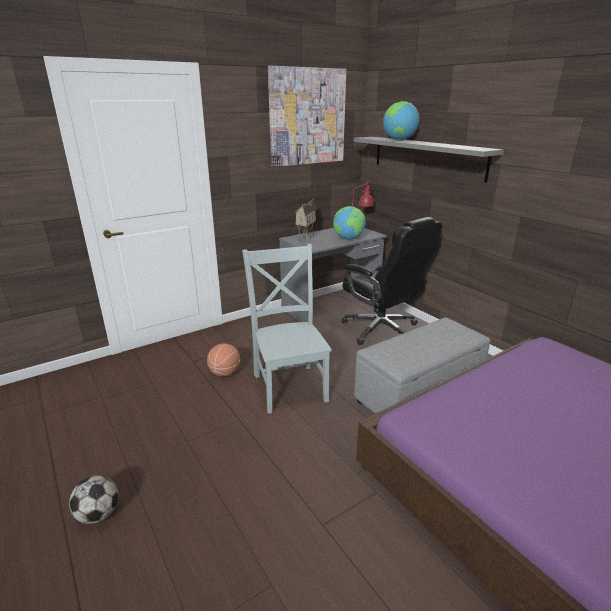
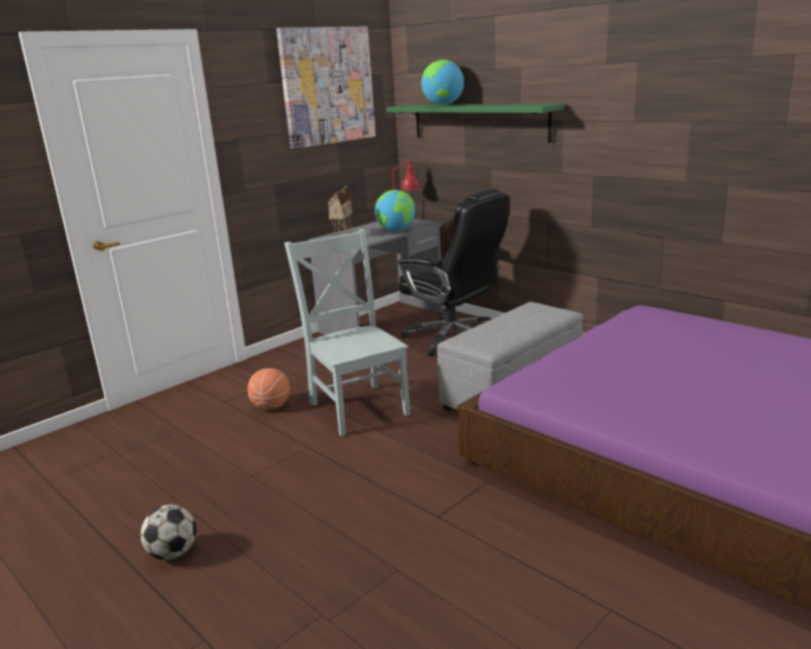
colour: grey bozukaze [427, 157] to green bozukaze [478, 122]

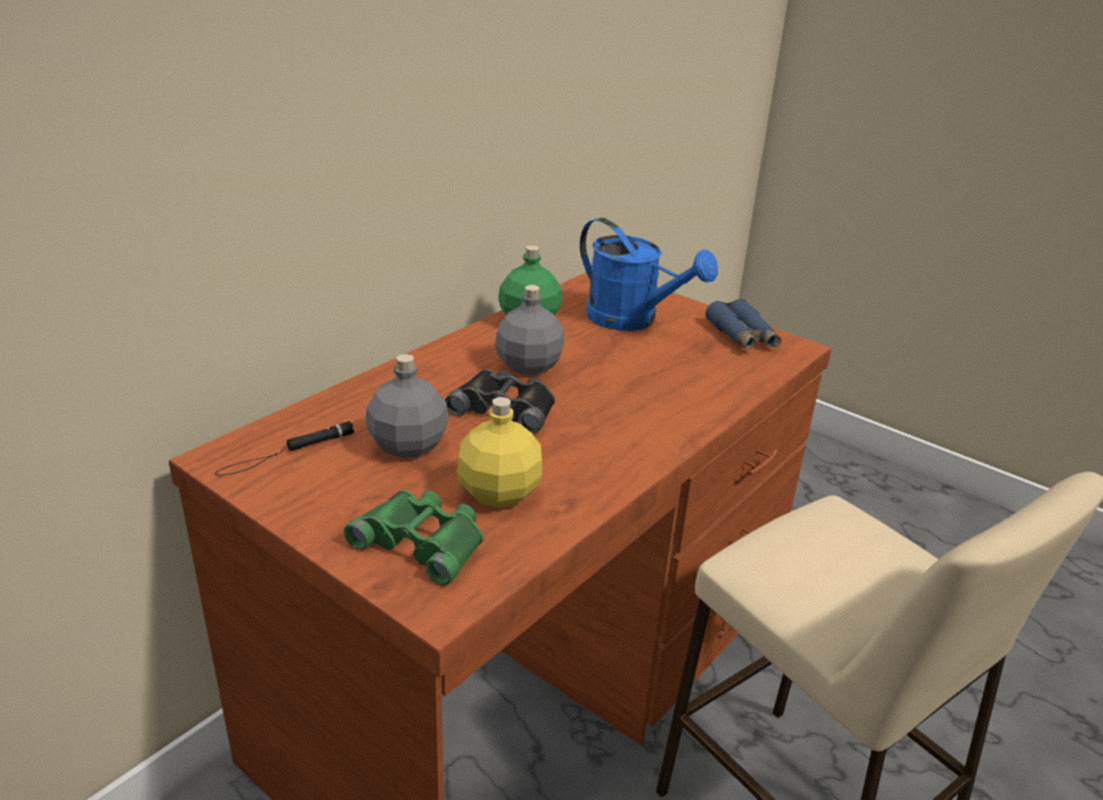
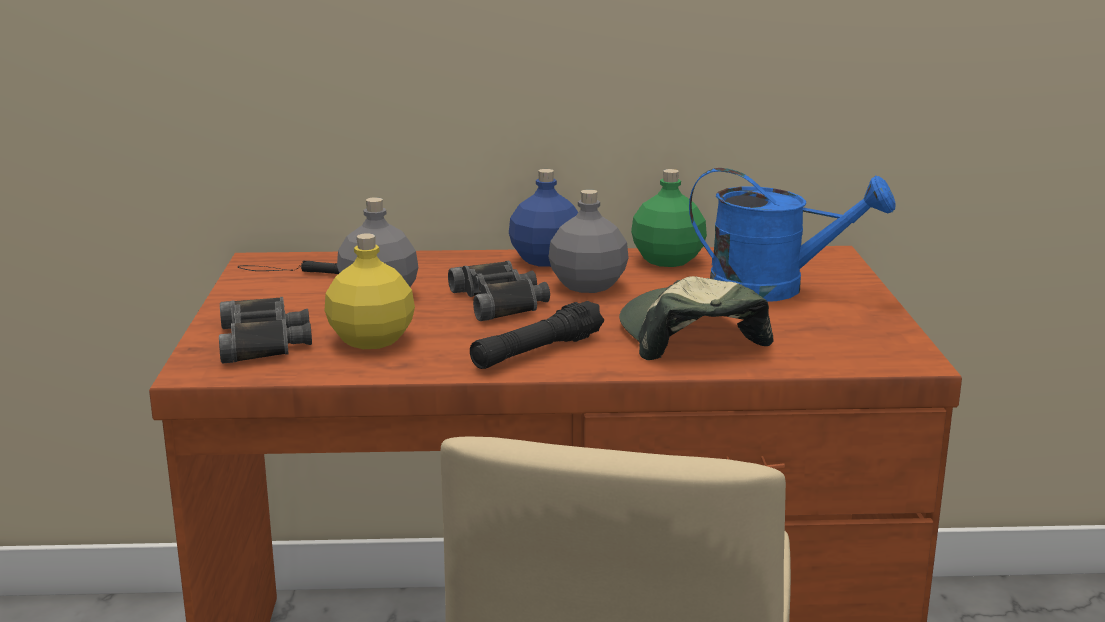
missing: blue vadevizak [742, 336]
appeared: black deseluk [537, 351]; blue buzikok [545, 260]; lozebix [689, 336]
colour: green vadevizak [422, 541] to black vadevizak [264, 341]
spun: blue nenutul [632, 320] = [774, 288] 75 degrees counterclockwise

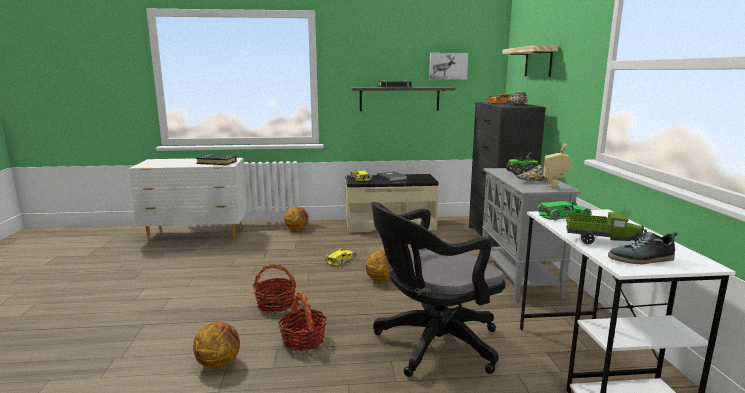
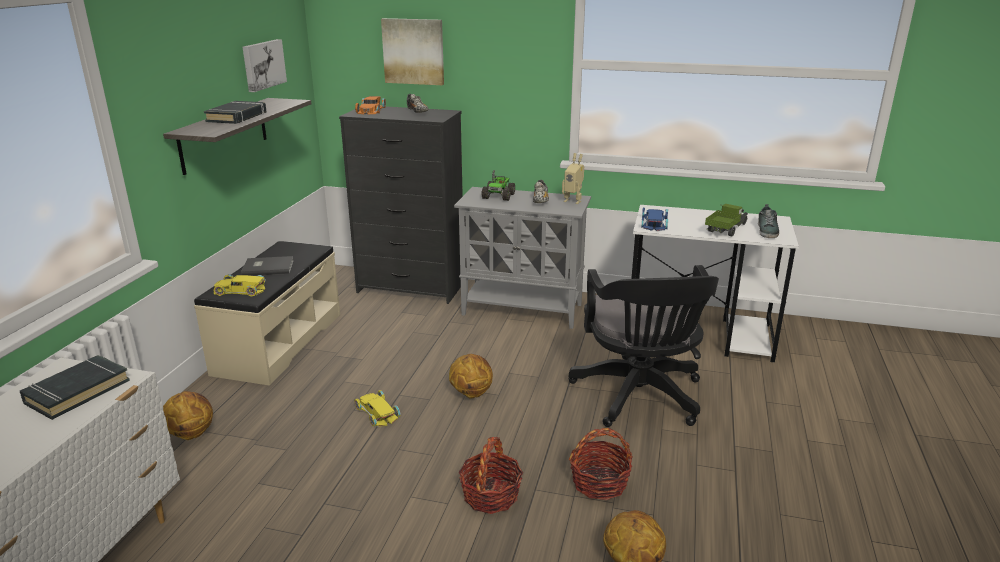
exchanged: bozukaze [538, 62] to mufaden [413, 51]
colour: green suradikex [564, 216] to blue suradikex [654, 223]

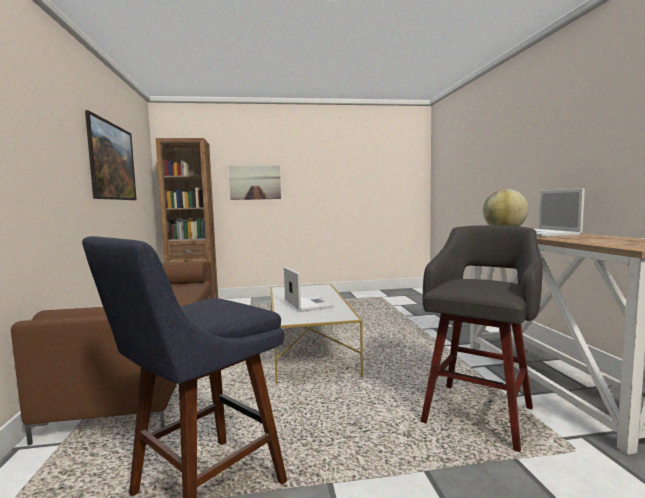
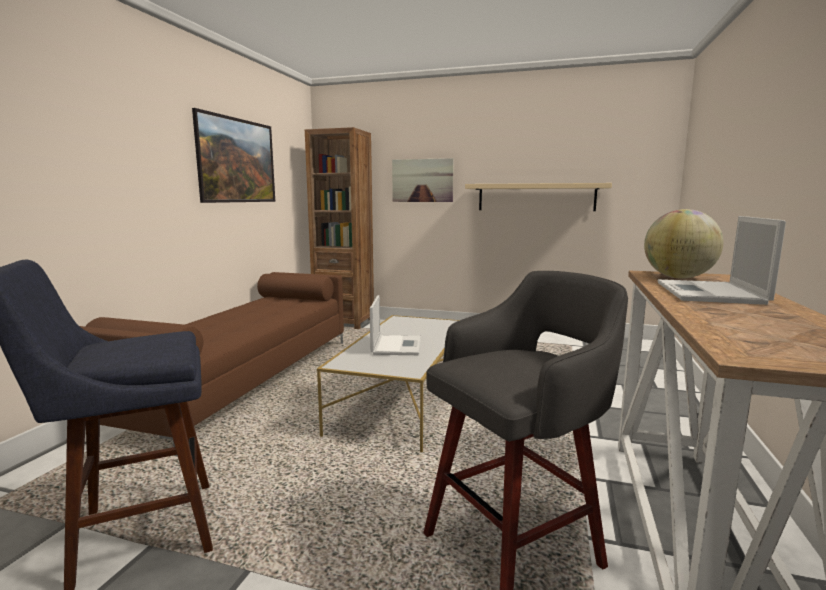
appeared: beige bozukaze [536, 197]

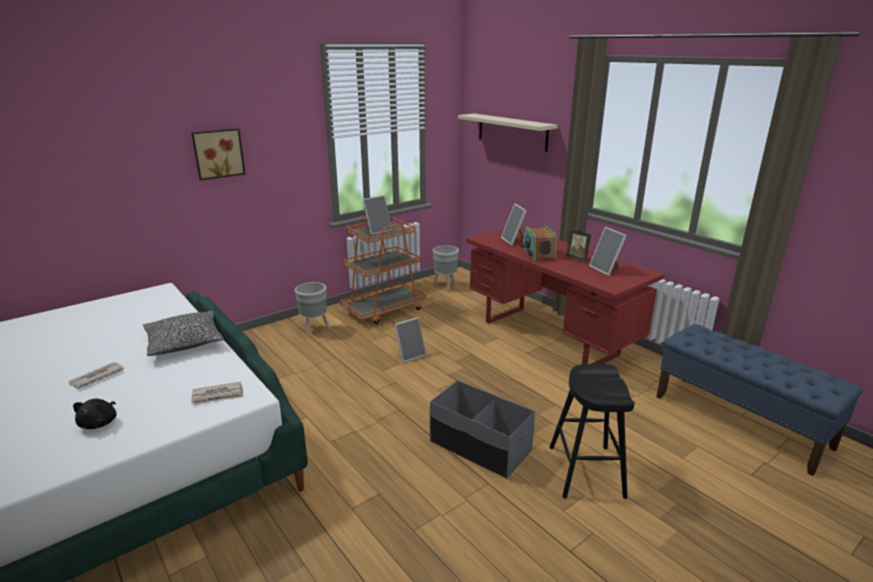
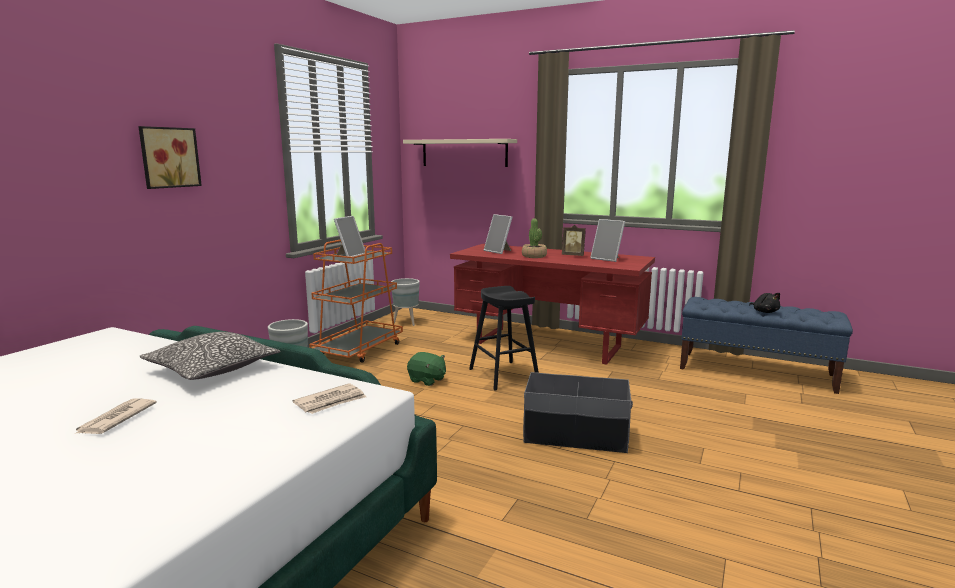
relocated: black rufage [100, 423] to [764, 312]; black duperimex [586, 471] to [503, 375]
exchanged: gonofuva [410, 355] to green rufage [427, 380]; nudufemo [538, 254] to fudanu [534, 256]

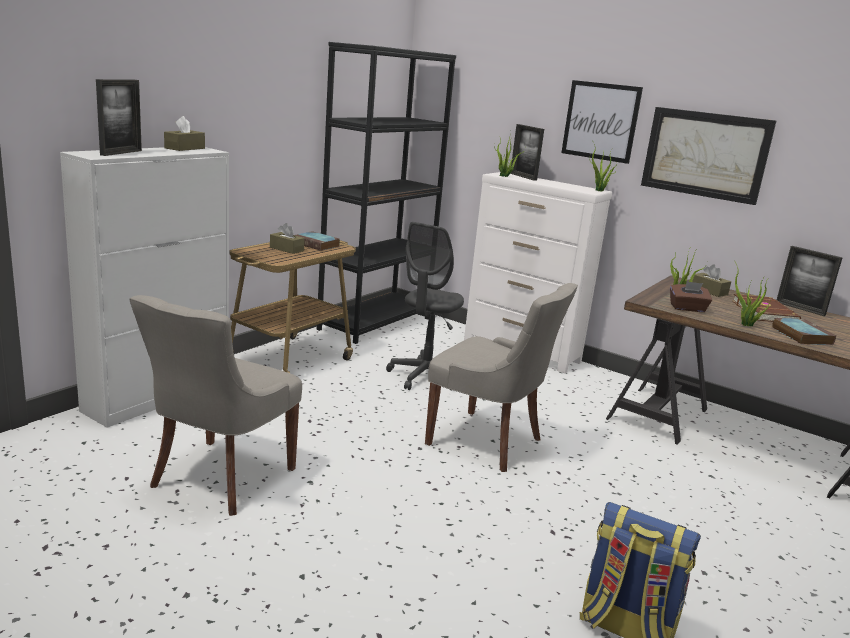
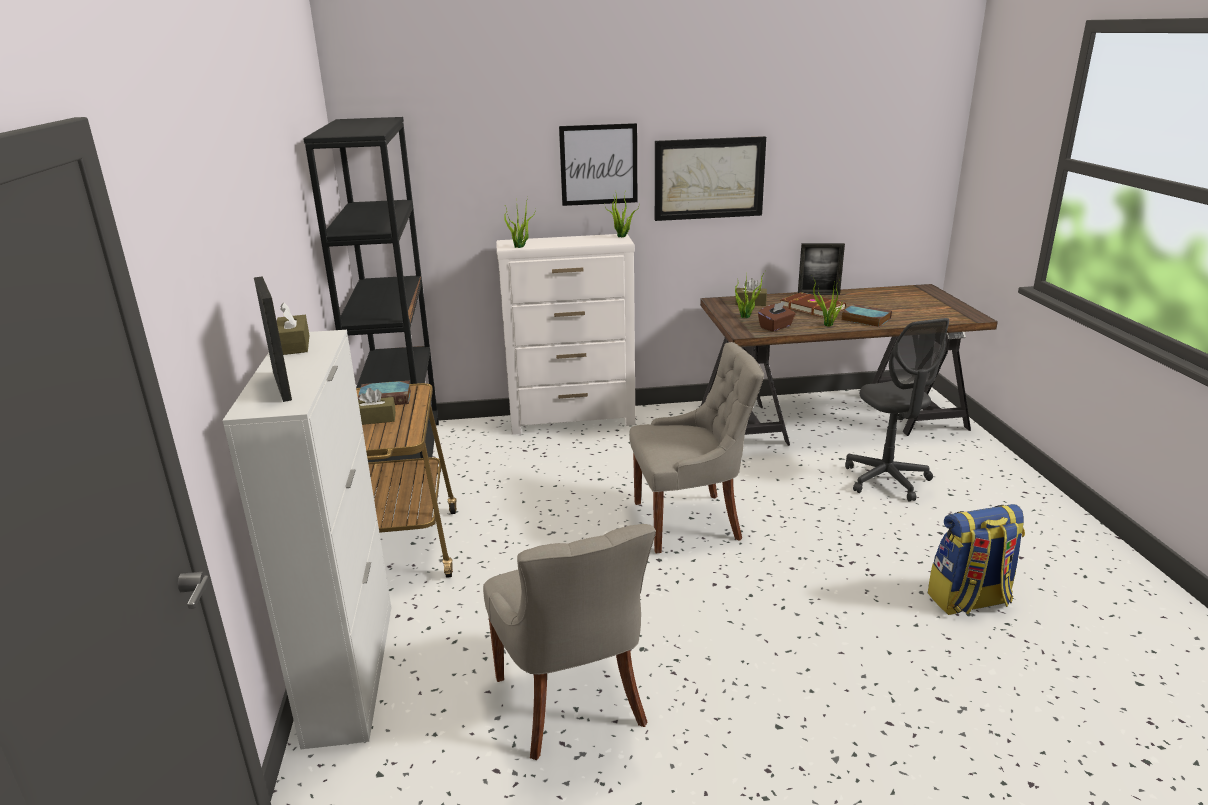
missing: gonofuva [523, 177]
relocated: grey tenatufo [425, 377] to [886, 480]

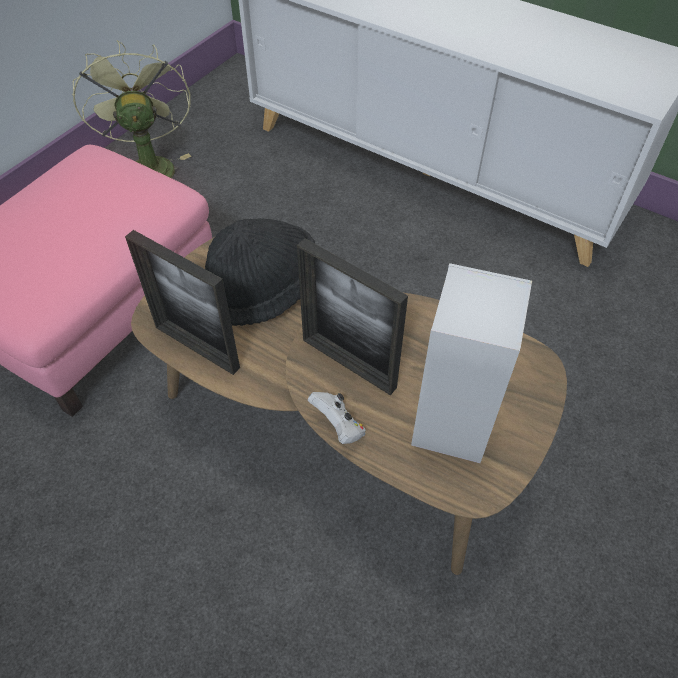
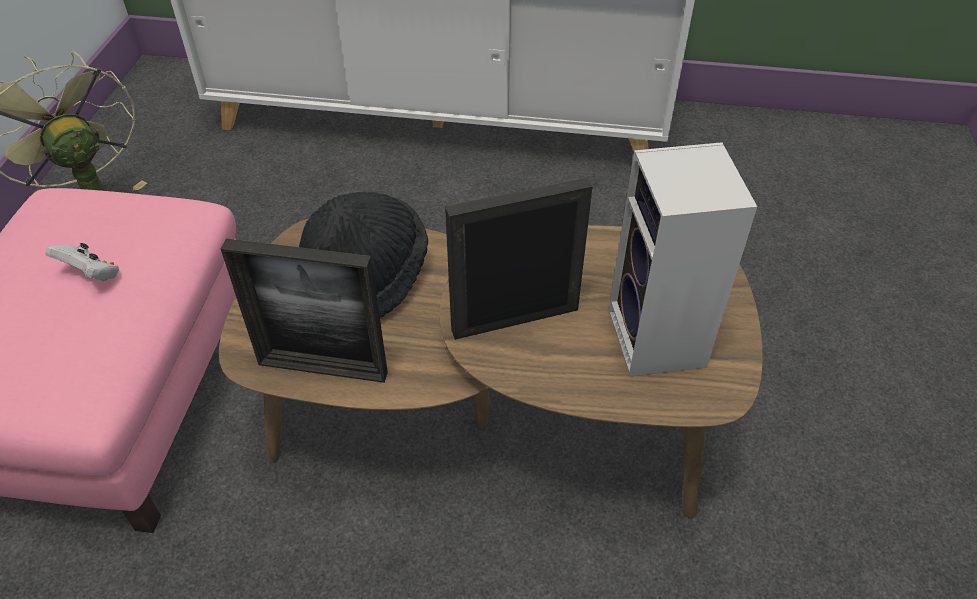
relocated: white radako [338, 426] to [92, 275]
spun: gonofuva [348, 363] = [515, 320] 150 degrees clockwise

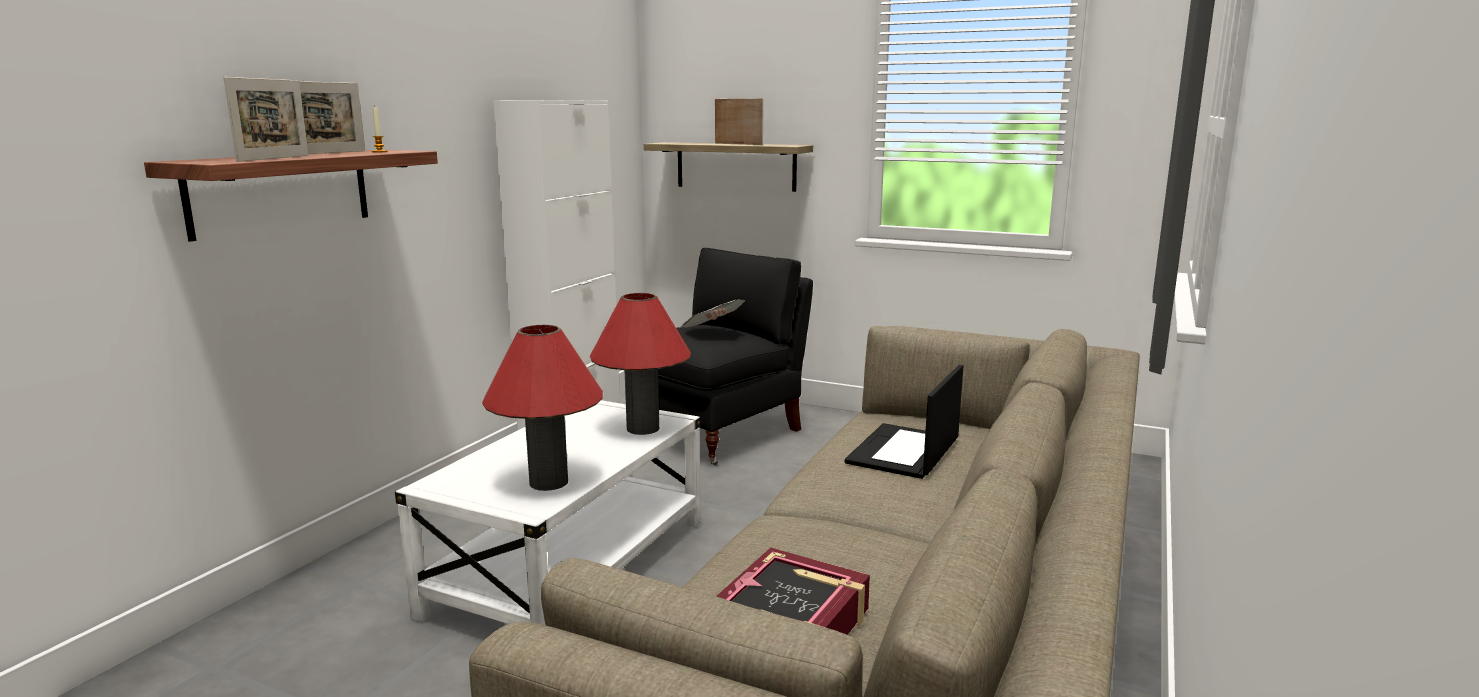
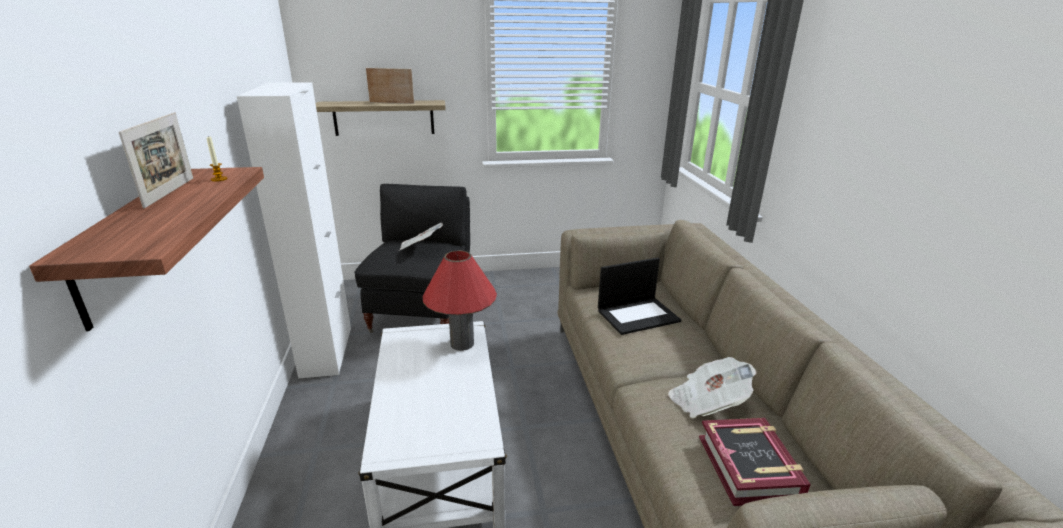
missing: gonofuva [274, 158]; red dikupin [549, 482]
appeared: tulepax [707, 402]
spun: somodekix [904, 452] = [638, 315] 105 degrees counterclockwise

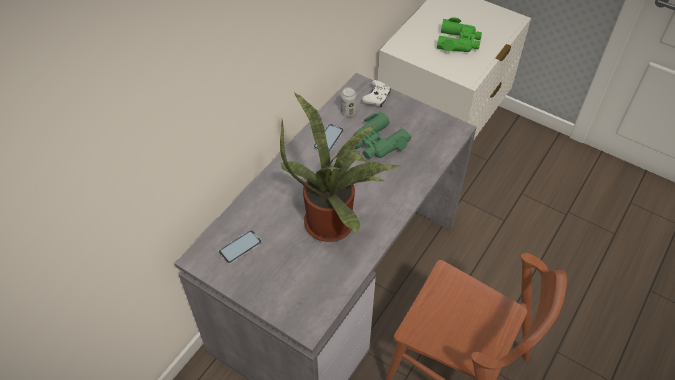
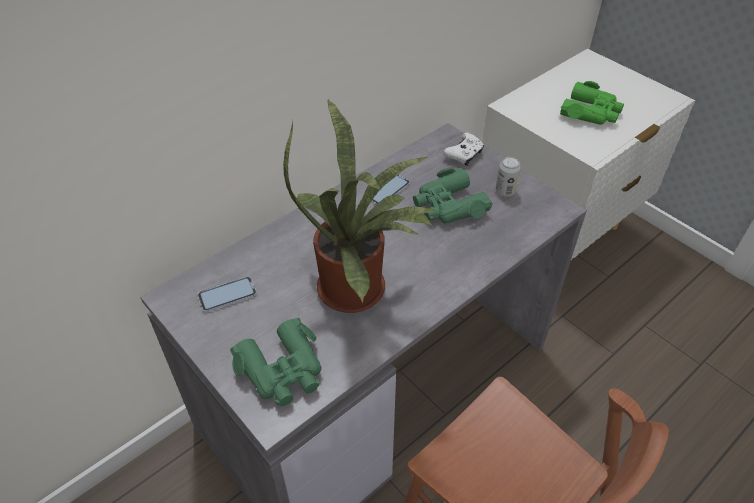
appeared: green vadevizak [283, 370]
relocated: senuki [348, 112] to [505, 191]

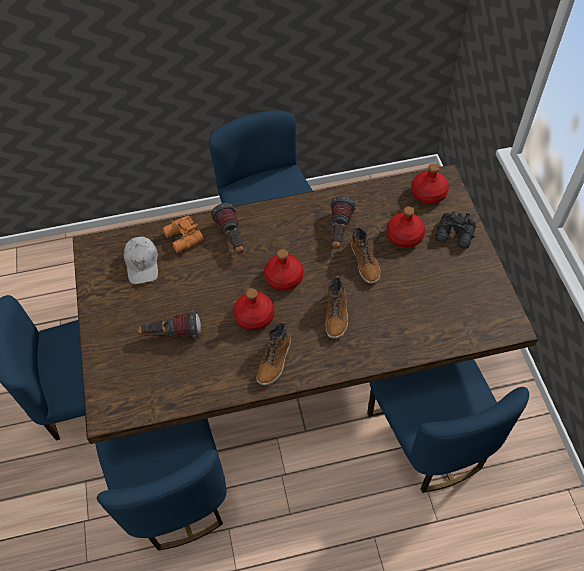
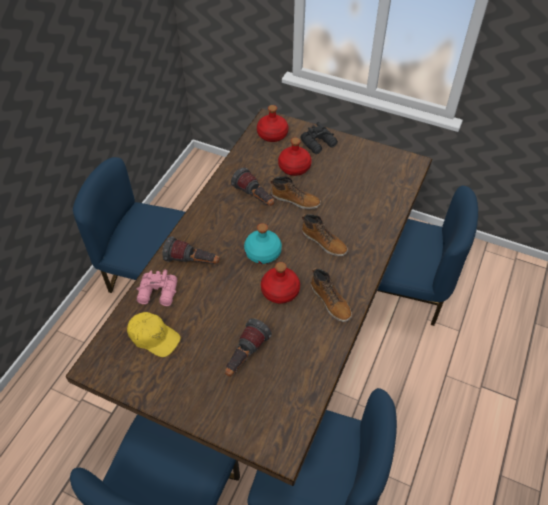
colour: white lozebix [142, 264] to yellow lozebix [154, 337]; orange vadevizak [183, 238] to pink vadevizak [158, 294]; red buzikok [283, 278] to turquoise buzikok [262, 253]

